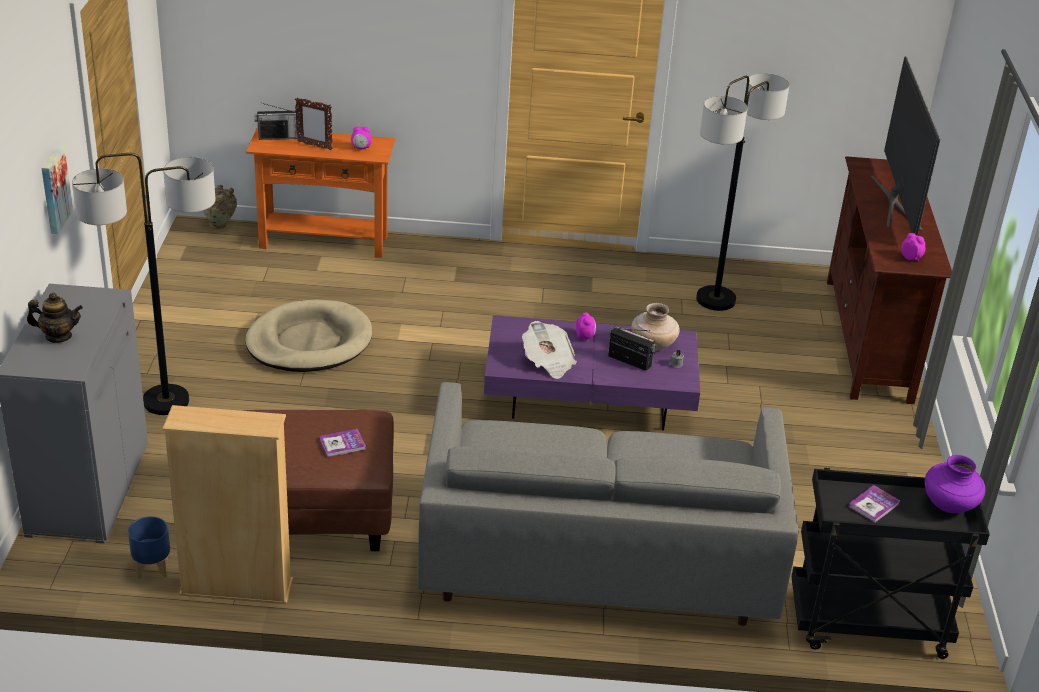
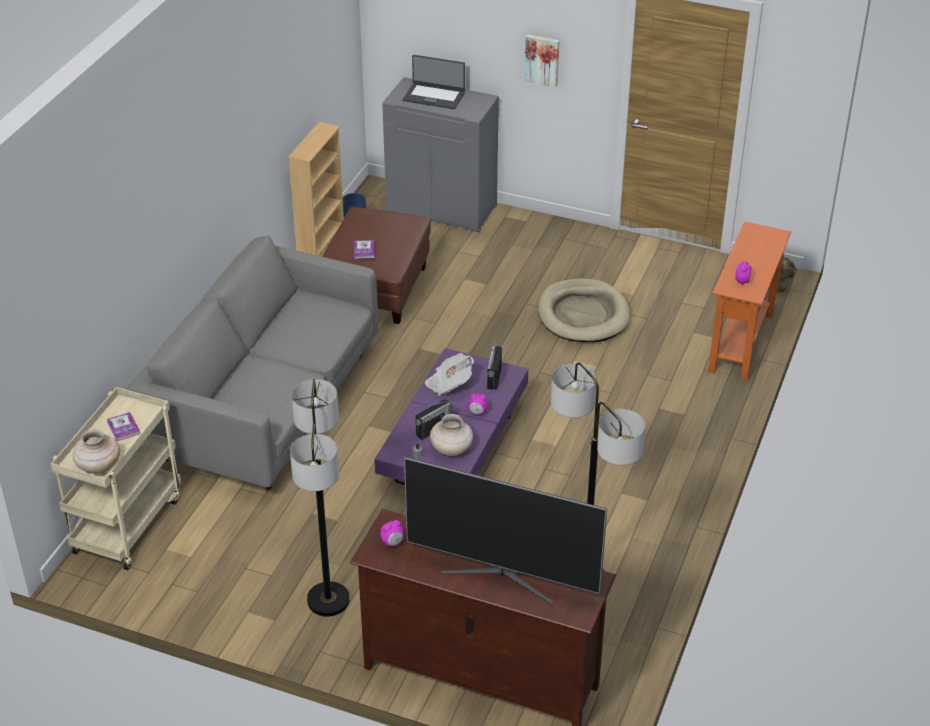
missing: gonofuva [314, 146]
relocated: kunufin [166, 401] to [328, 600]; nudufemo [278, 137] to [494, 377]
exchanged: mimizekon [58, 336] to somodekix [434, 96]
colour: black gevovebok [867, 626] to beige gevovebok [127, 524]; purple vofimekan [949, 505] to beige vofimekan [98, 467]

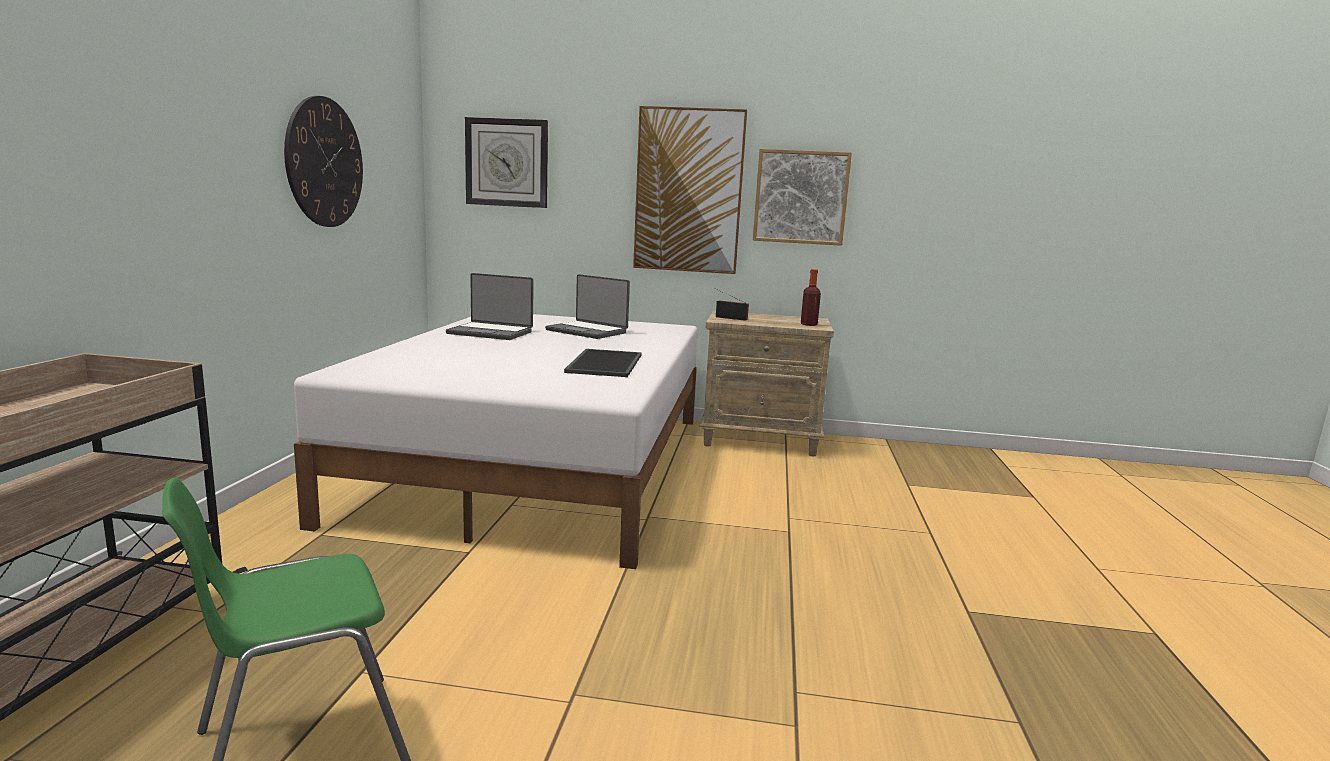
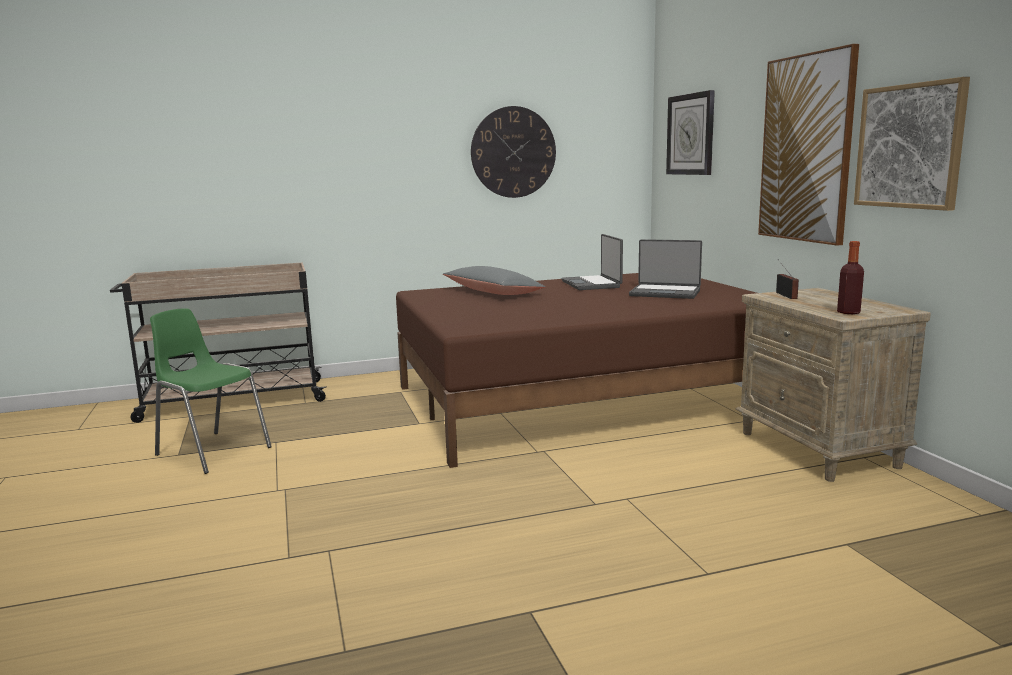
missing: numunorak [603, 363]
appeared: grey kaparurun [492, 292]
colour: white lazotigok [541, 464] to brown lazotigok [583, 400]
spun: somodekix [587, 331] = [665, 293] 75 degrees counterclockwise

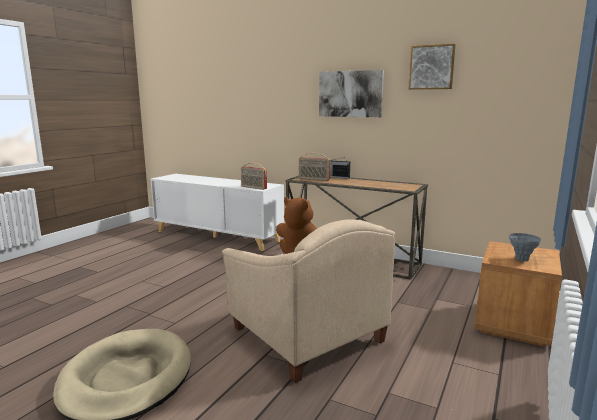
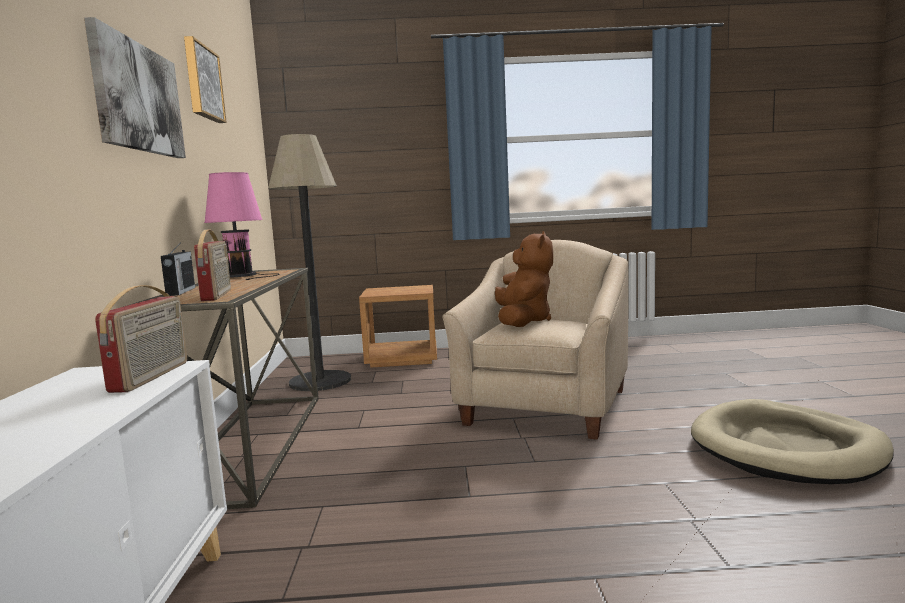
missing: grey vofimekan [521, 260]
appeared: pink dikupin [242, 275]; kunufin [320, 381]

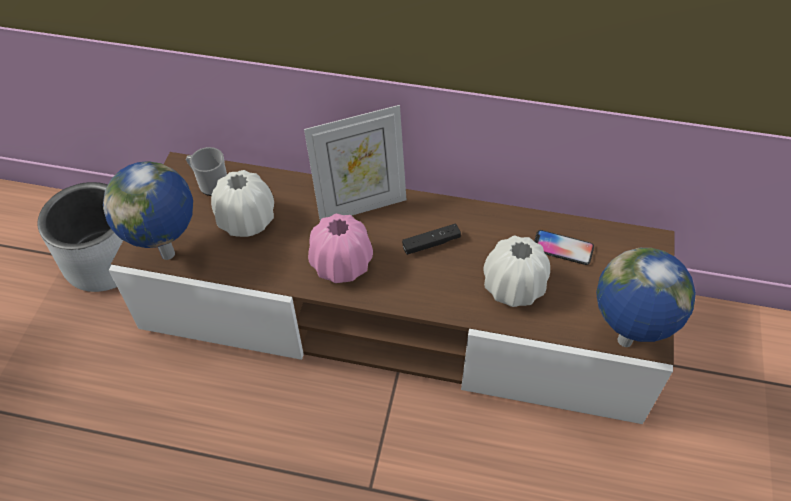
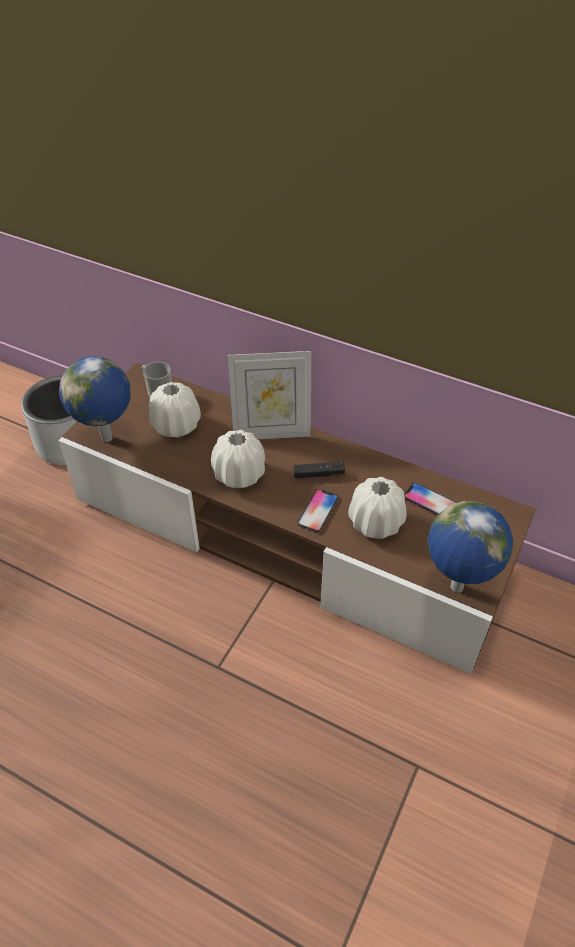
appeared: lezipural [318, 511]
colour: pink vofimekan [341, 264] to white vofimekan [239, 474]

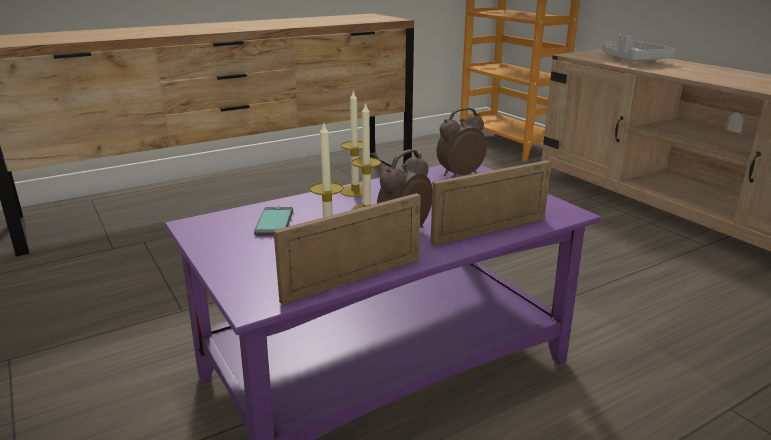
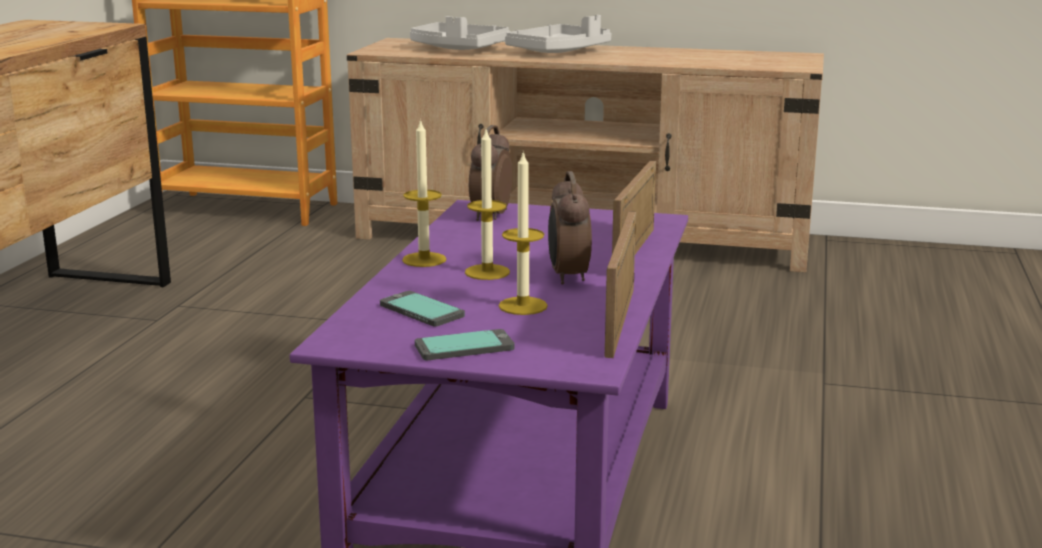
appeared: lezipural [464, 347]; grey numunorak [559, 52]

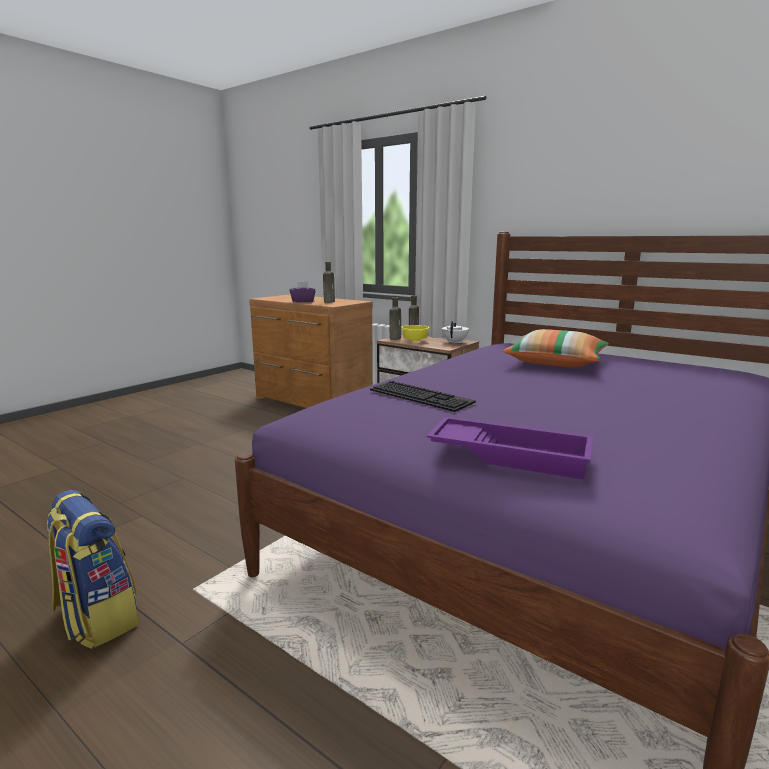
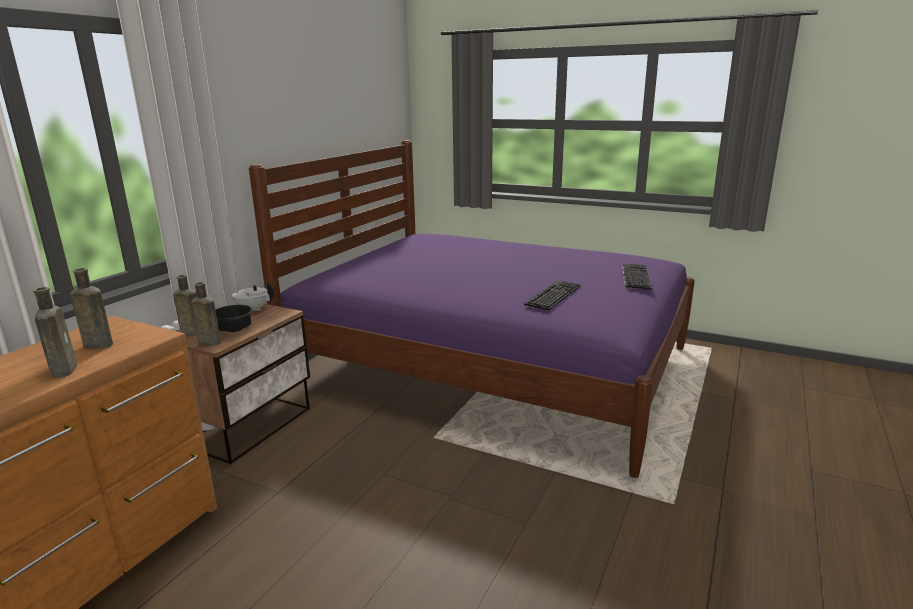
missing: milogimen [96, 618]; kaparurun [556, 363]
exchanged: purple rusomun [303, 301] to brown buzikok [65, 369]; purple numunorak [510, 454] to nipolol [635, 276]
colour: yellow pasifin [416, 341] to black pasifin [234, 329]

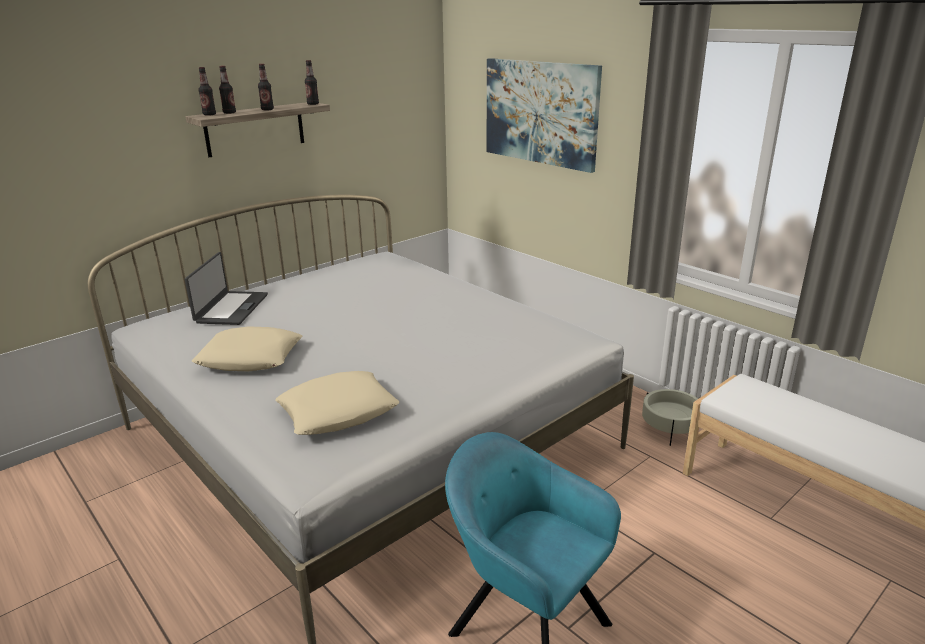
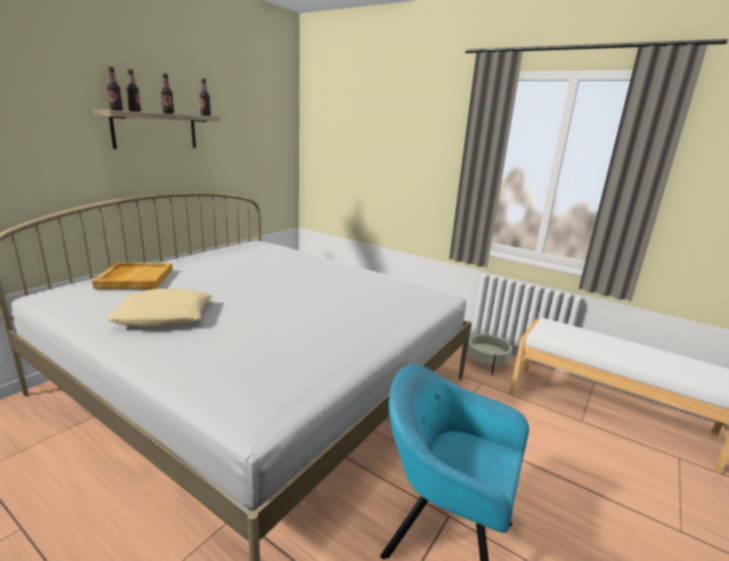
missing: beige kaparurun [337, 411]; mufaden [540, 112]
exchanged: somodekix [231, 308] to beige numunorak [135, 278]

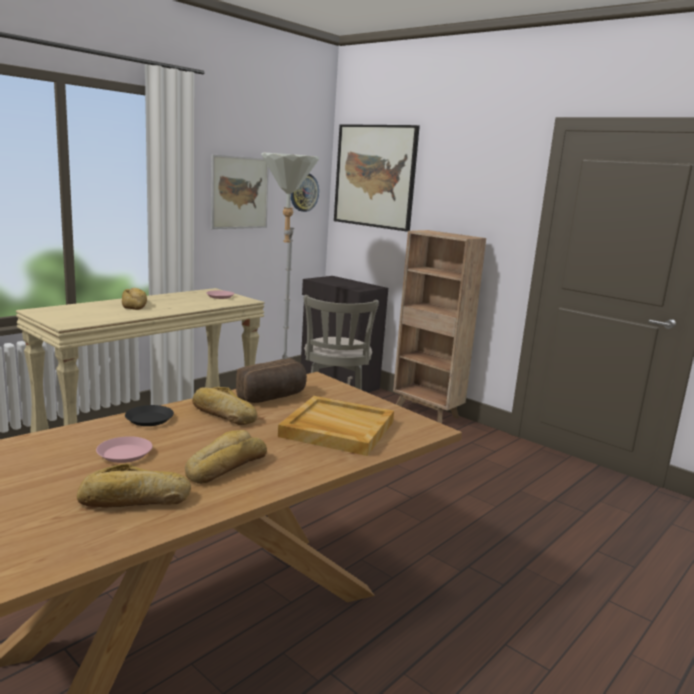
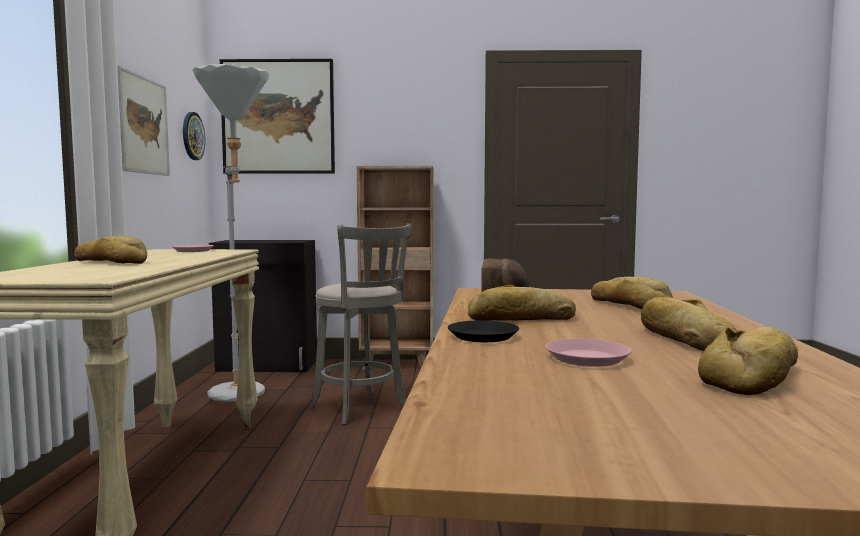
exchanged: beige numunorak [336, 429] to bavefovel [630, 305]

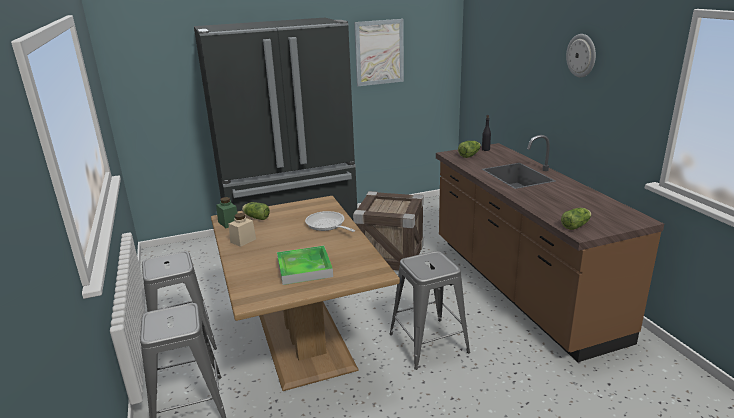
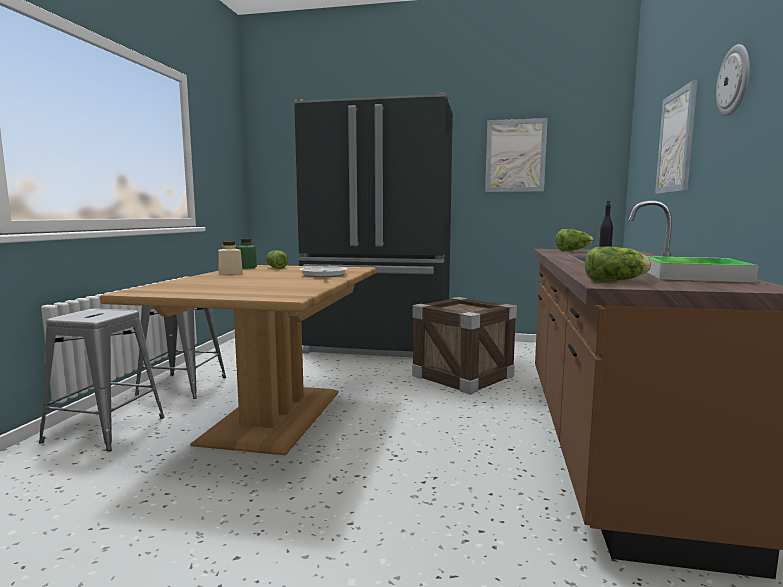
missing: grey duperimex [428, 343]
appeared: mufaden [676, 142]
relocated: numunorak [304, 268] to [694, 276]

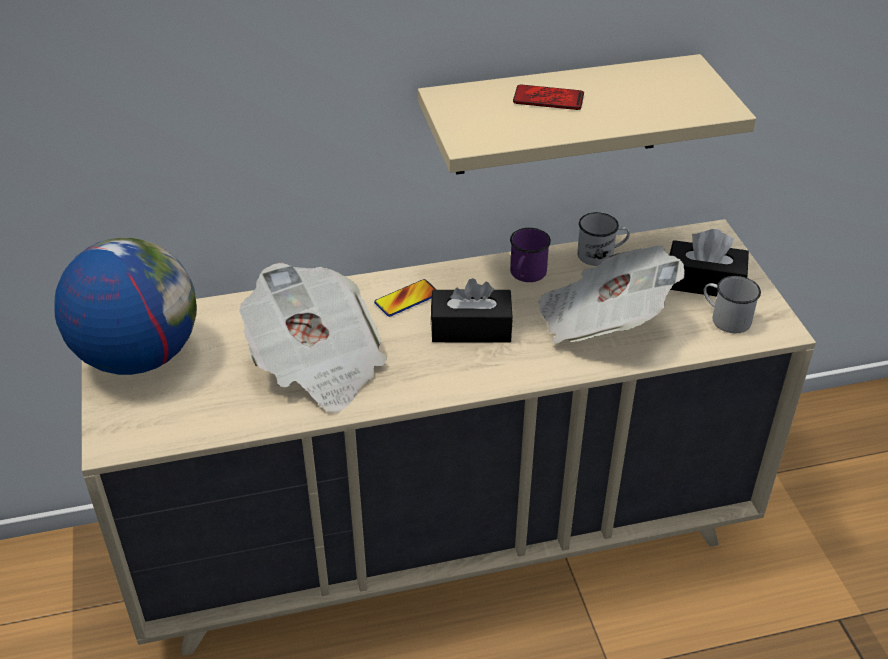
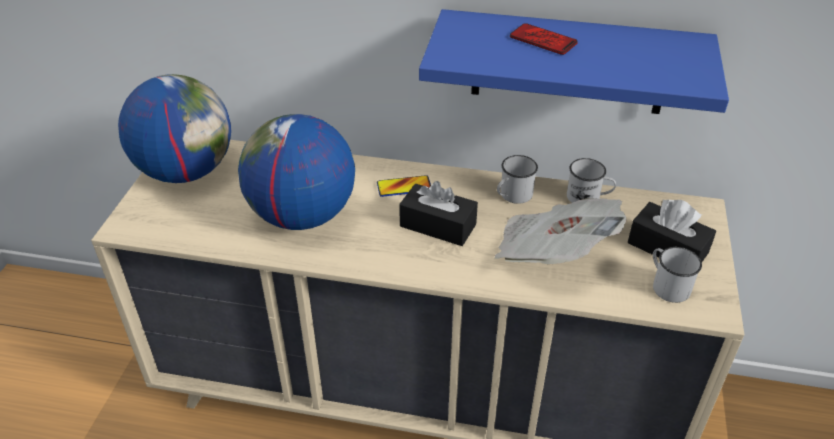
exchanged: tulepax [317, 364] to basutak [302, 216]
colour: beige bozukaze [558, 116] to blue bozukaze [569, 63]; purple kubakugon [526, 275] to white kubakugon [512, 196]

